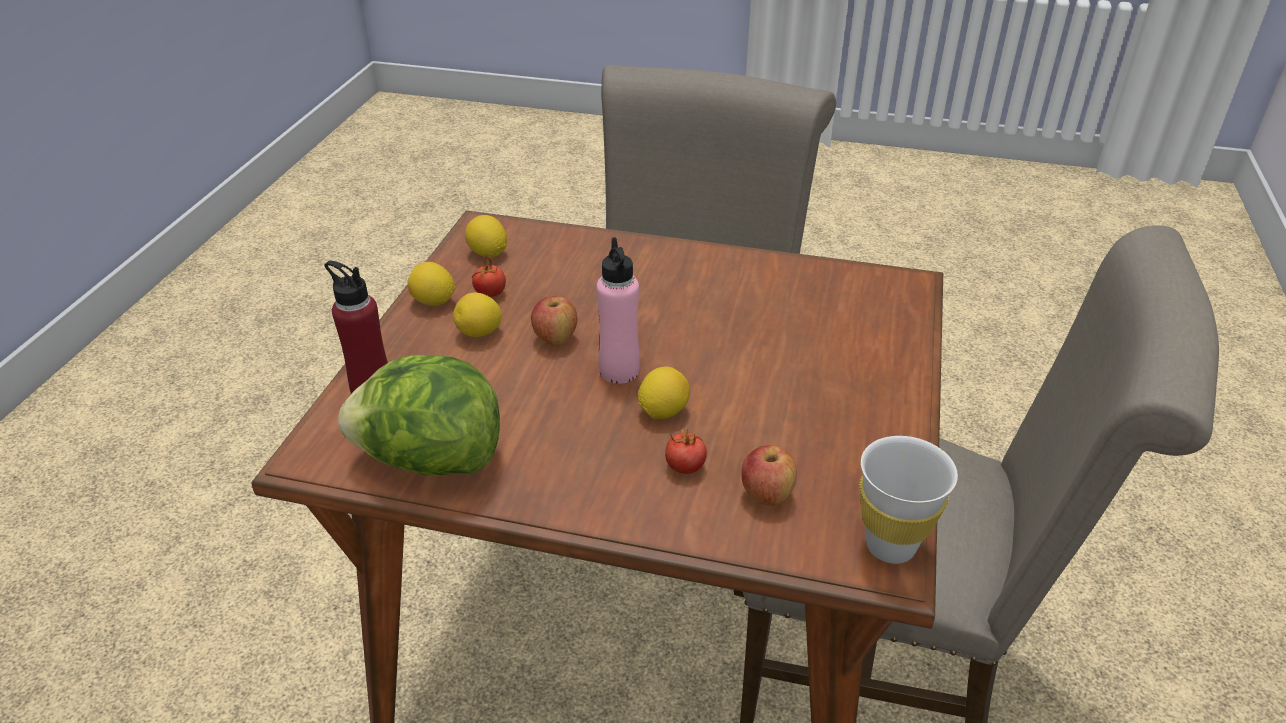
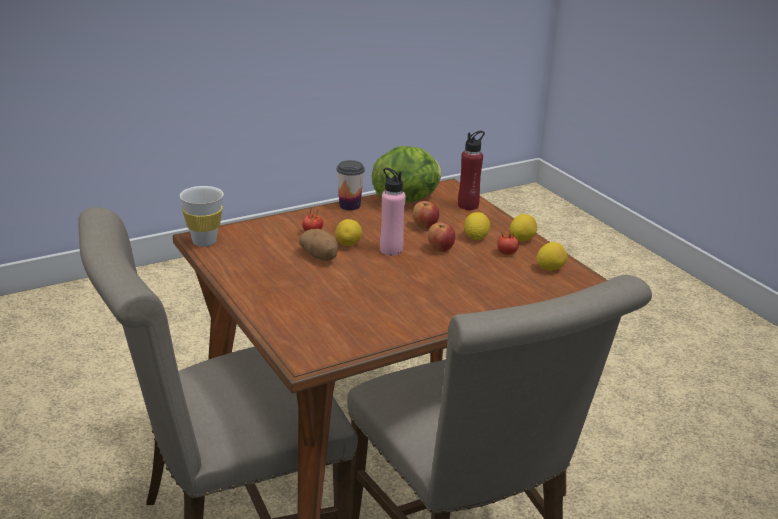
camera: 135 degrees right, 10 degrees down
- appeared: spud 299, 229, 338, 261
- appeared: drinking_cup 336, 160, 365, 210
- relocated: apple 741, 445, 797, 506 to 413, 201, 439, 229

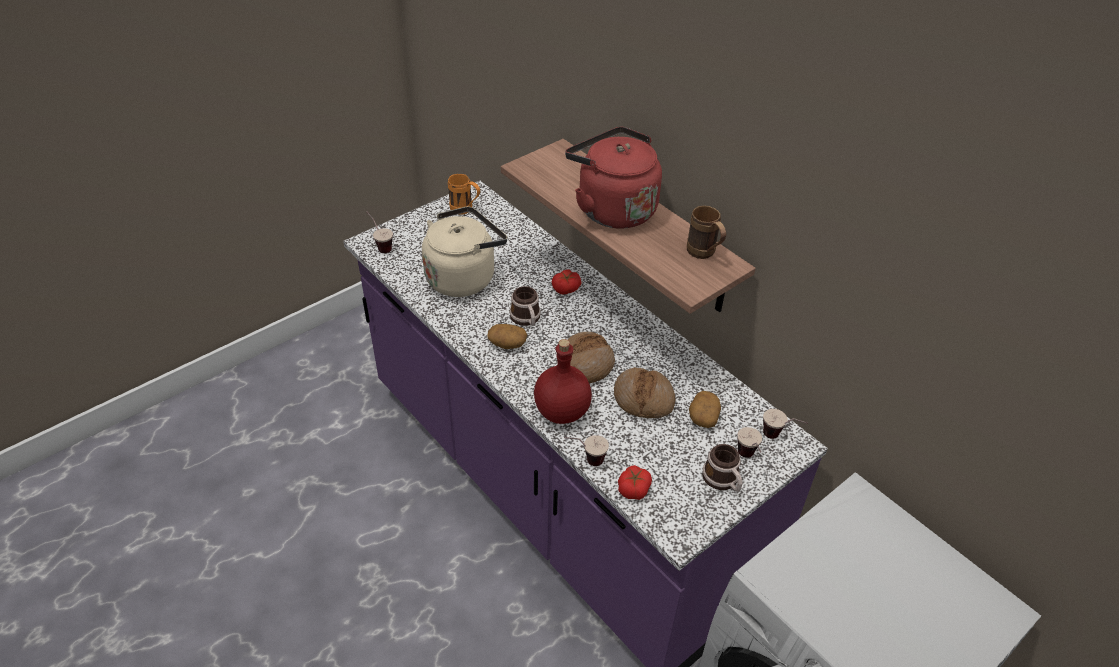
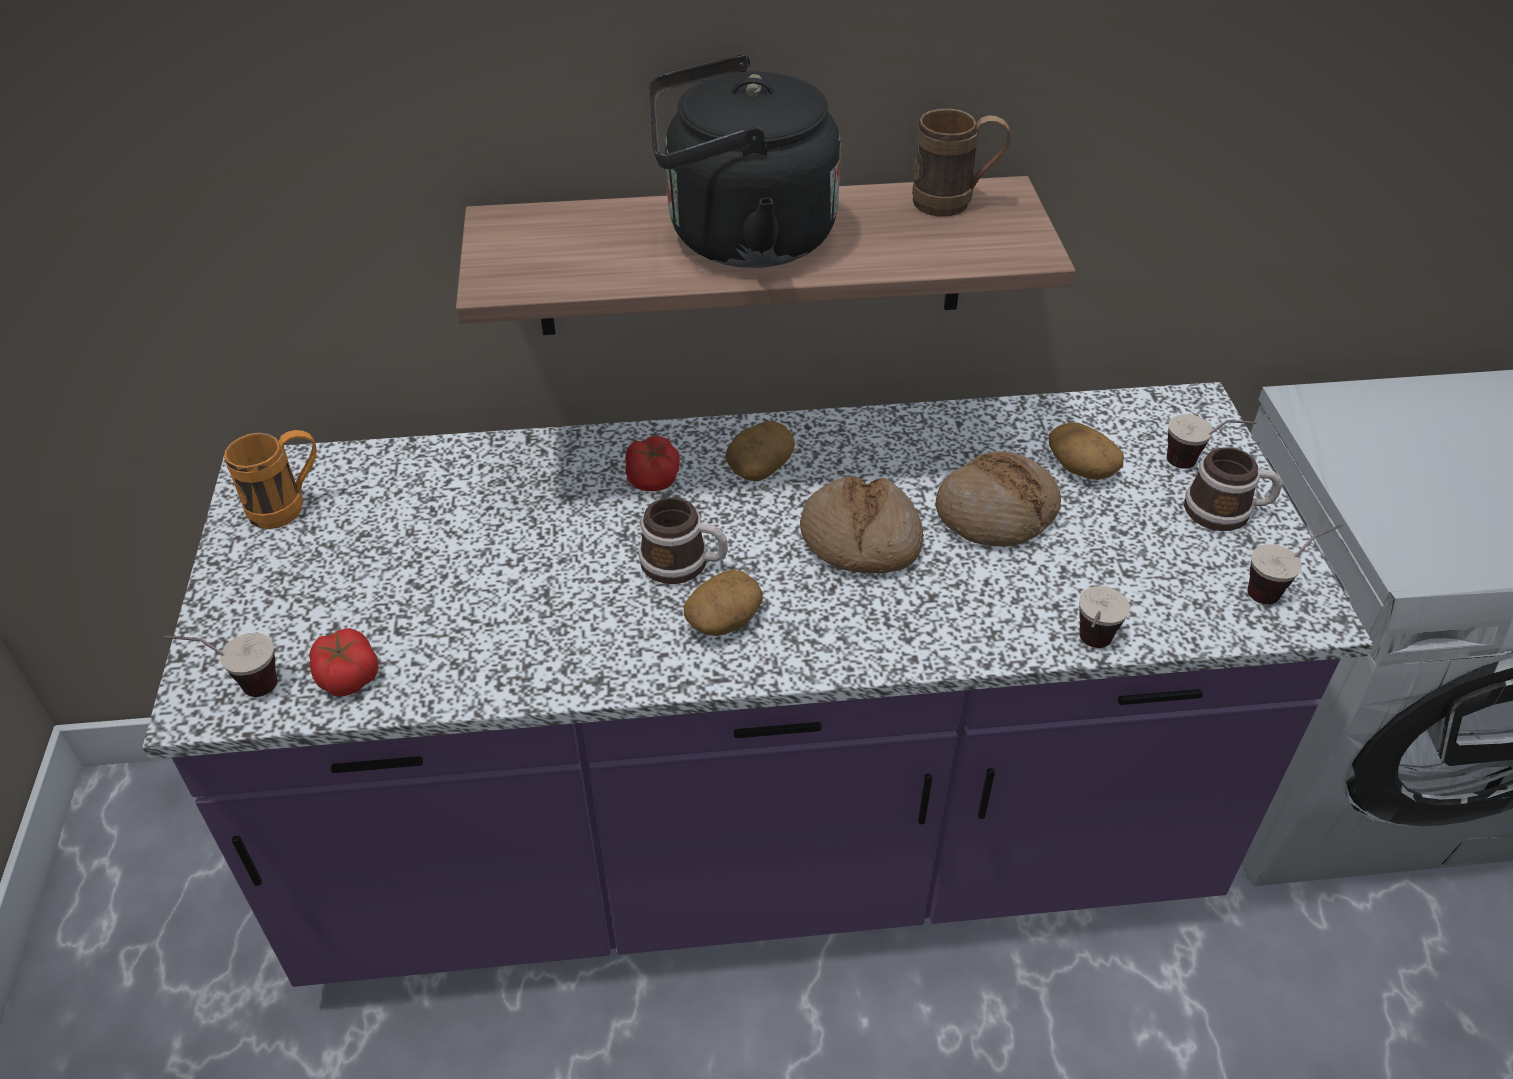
camera: 55 degrees left, 0 degrees up
- relocated: whole_tomato 618, 465, 652, 500 to 309, 628, 378, 696
- colour: reddish_water_kettle 565, 127, 662, 229 to black-coloured_water_kettle 649, 55, 841, 268
- appeared: spud 726, 421, 795, 482
- relocated: drinking_cup 763, 409, 808, 439 to 1247, 524, 1343, 604
- missing: sand-coloured_water_kettle 422, 206, 507, 297
- missing: reddish_bottle 534, 339, 592, 424

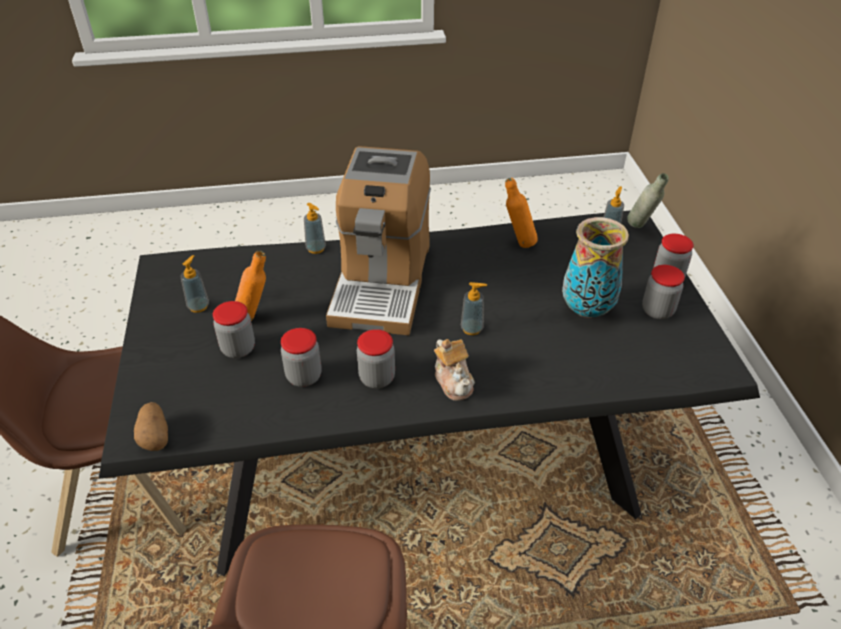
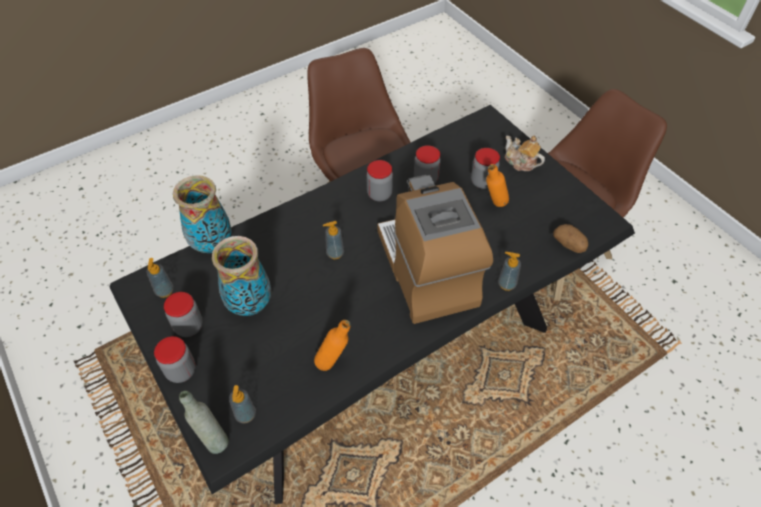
camera: 155 degrees right, 10 degrees up
- relocated: soap_dispenser 181, 255, 209, 313 to 146, 258, 174, 298
- appeared: vase 173, 175, 232, 253
- relocated: tea_pot 434, 339, 475, 401 to 505, 136, 545, 171
- relocated: spud 134, 402, 168, 451 to 553, 224, 588, 253

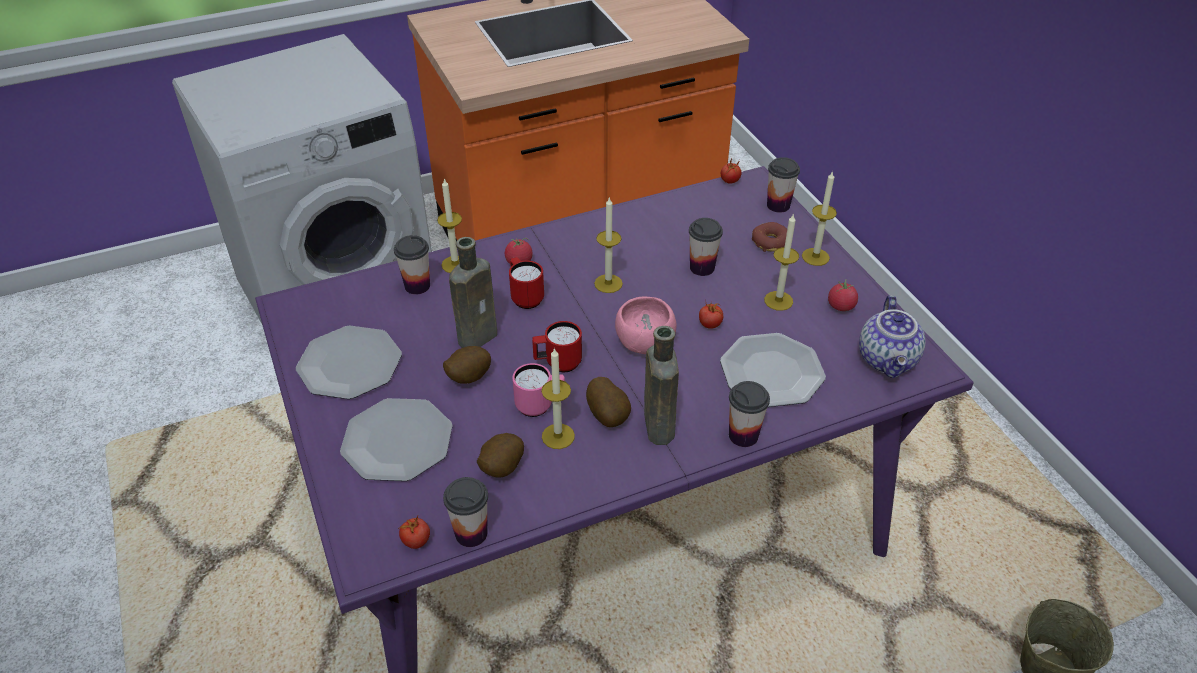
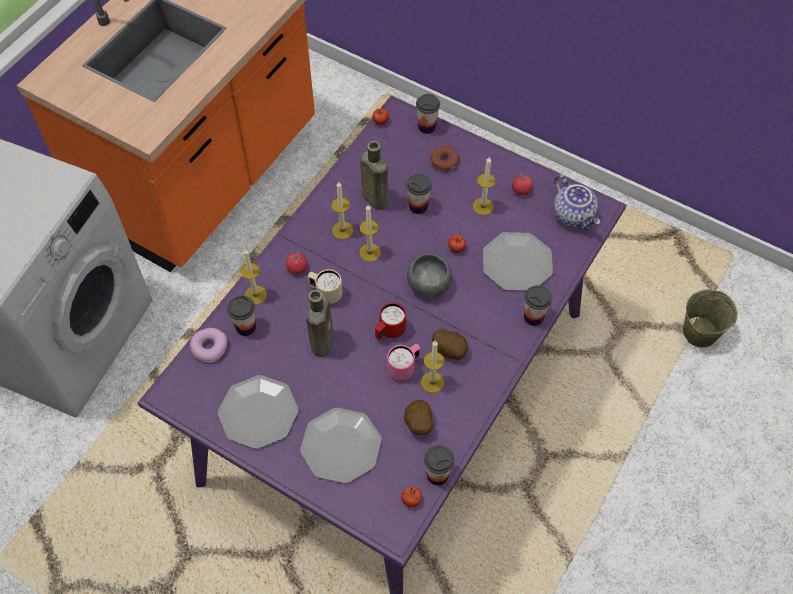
camera: 35 degrees left, 15 degrees up
- appeared: doughnut 190, 328, 227, 363
- colour: reddish_mug 509, 257, 544, 309 to sand-coloured_mug 308, 269, 343, 304
- relocated: candle 802, 171, 837, 266 to 331, 182, 353, 239
- relocated: brownish_bottle 644, 326, 679, 445 to 360, 141, 388, 210
- colour: pinkish_deep_dish 615, 297, 676, 354 to greyish_deep_dish 407, 254, 452, 298
- missing: spud 443, 346, 491, 384

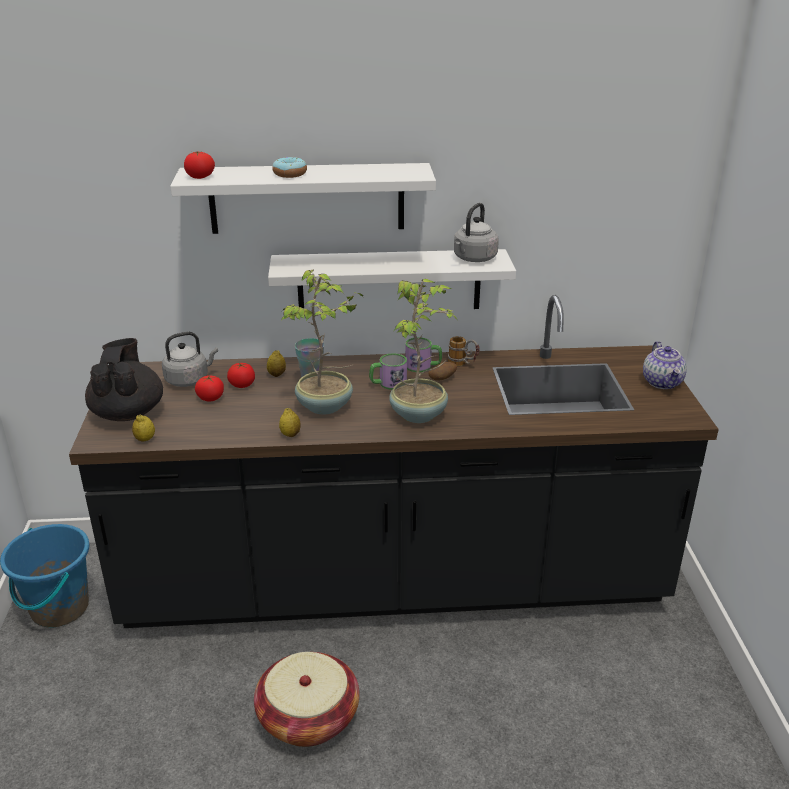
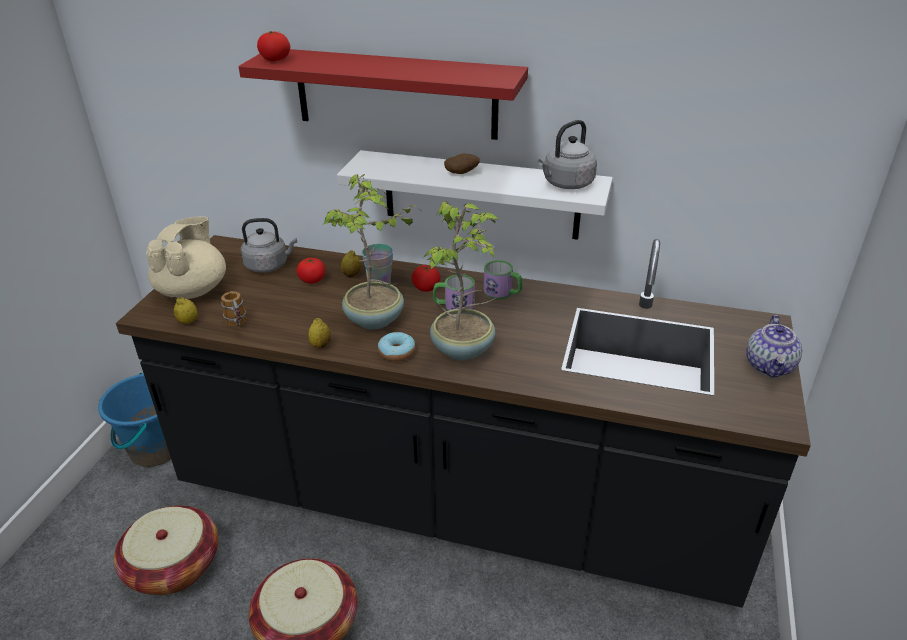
camera: 20 degrees right, 5 degrees up
- appeared: household_basket 114, 506, 218, 595
- colour: black-coloured_tea_pot 85, 338, 163, 421 to sand-coloured_tea_pot 146, 217, 226, 299
- relocated: mug 448, 336, 480, 366 to 221, 291, 247, 327
- colour: whitish_wall_shelf 170, 163, 436, 234 to reddish_wall_shelf 239, 49, 528, 140
- relocated: doughnut 272, 157, 307, 178 to 378, 332, 415, 361
- relocated: whole_tomato 195, 375, 224, 401 to 411, 265, 440, 292
- relocated: spud 429, 362, 457, 380 to 444, 153, 480, 174

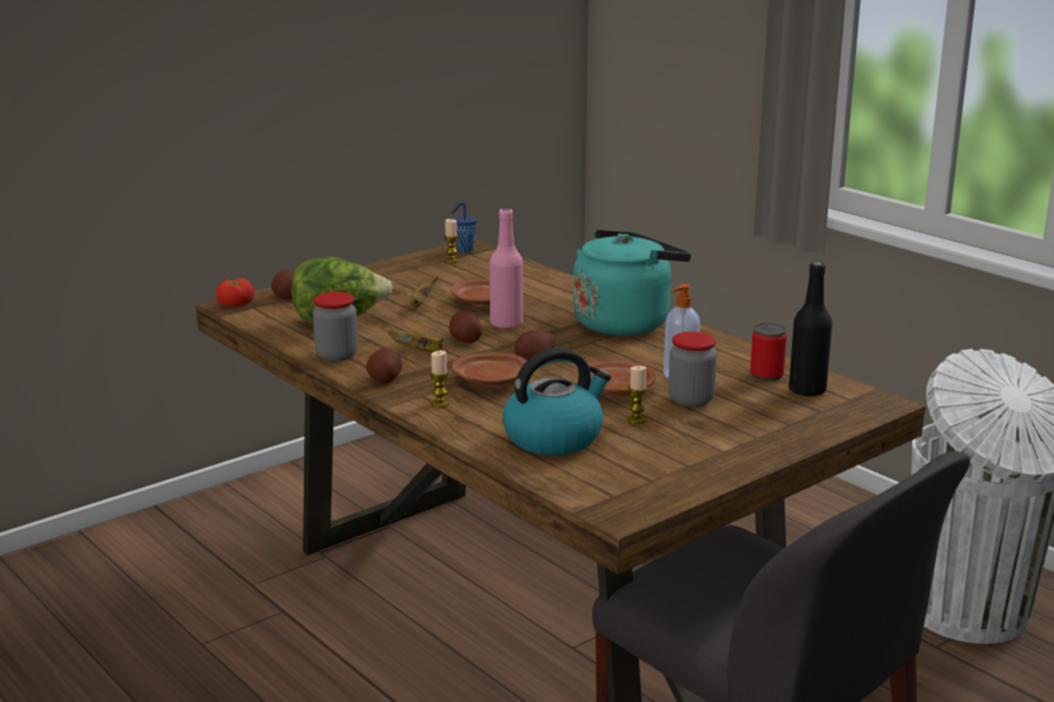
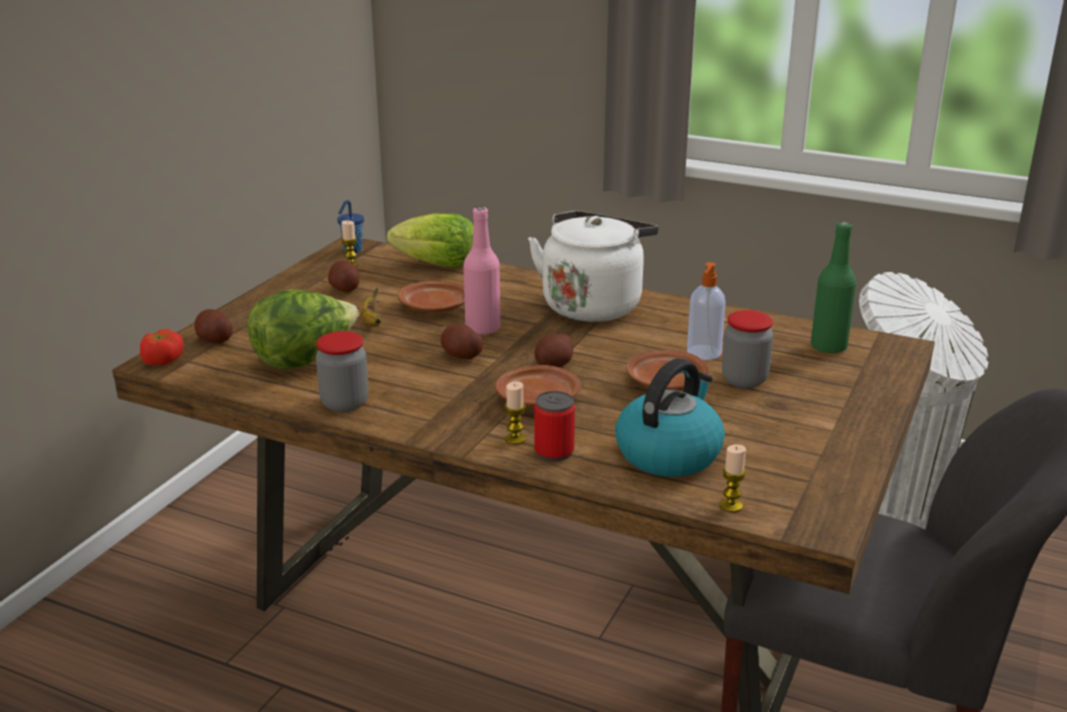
camera: 25 degrees left, 5 degrees up
- relocated: spud 366, 348, 402, 383 to 328, 260, 359, 292
- appeared: lettuce 387, 213, 474, 268
- colour: turquoise_water_kettle 573, 230, 691, 336 to whitish_water_kettle 528, 211, 658, 322
- relocated: metal_can 750, 323, 787, 381 to 534, 391, 575, 461
- relocated: candle 627, 366, 648, 424 to 720, 444, 746, 513
- colour: black-coloured_bottle 789, 262, 832, 397 to green_bottle 811, 222, 856, 353
- missing: banana_fruit 388, 330, 443, 352

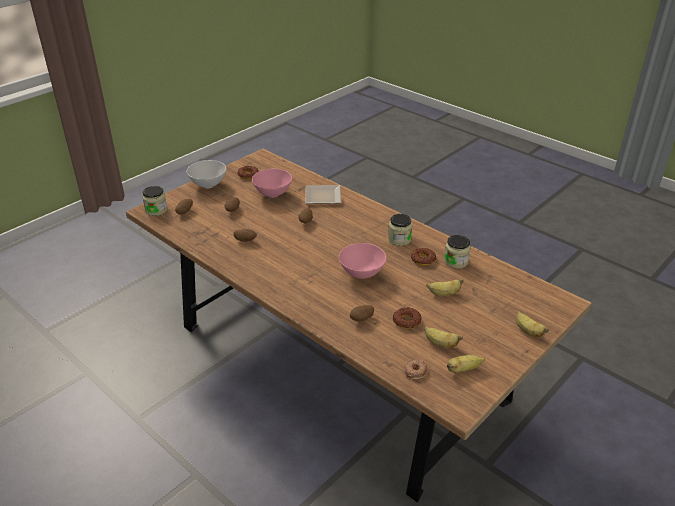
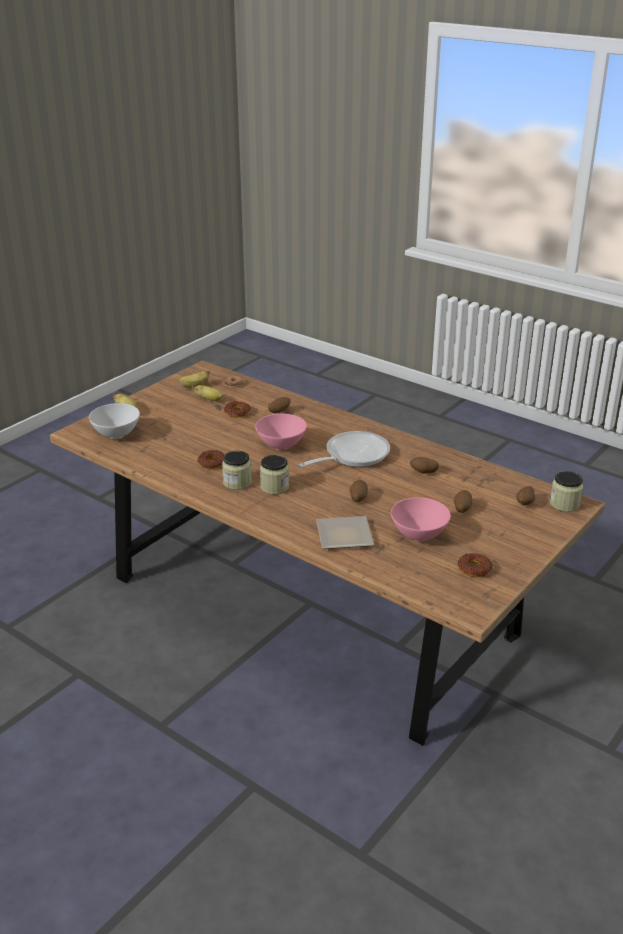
camera: 175 degrees right, 5 degrees down
- relocated: whitish_deep_dish 186, 160, 226, 188 to 89, 403, 140, 439
- relocated: jar 444, 235, 471, 269 to 260, 455, 289, 495
- appeared: skillet 298, 431, 390, 468
- missing: banana_fruit 426, 279, 464, 296

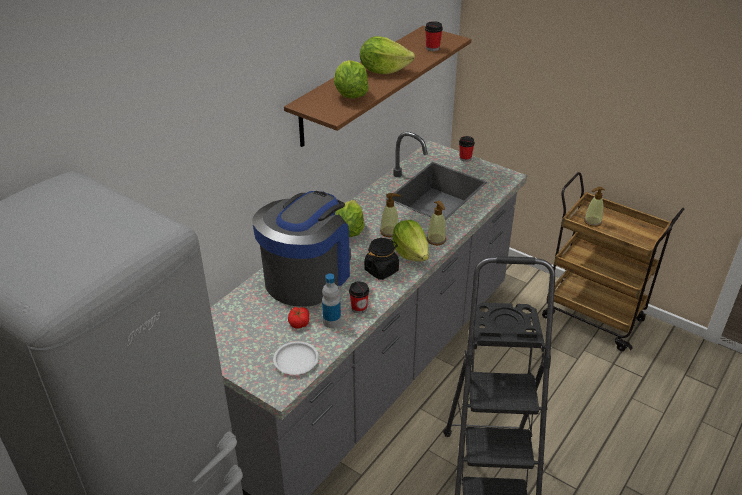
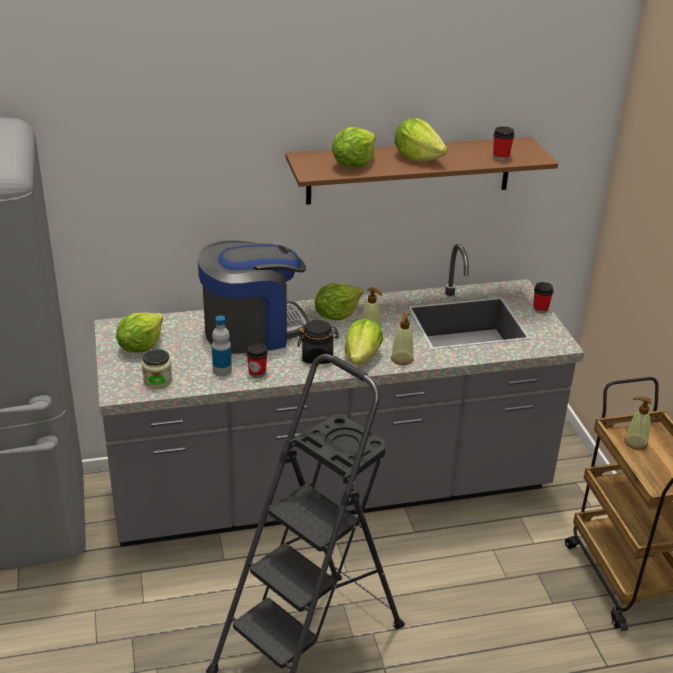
camera: 40 degrees right, 5 degrees down
- appeared: lettuce 116, 312, 163, 352
- exchanged: whitish_dinner_plate 273, 341, 319, 375 to jar 142, 349, 172, 389
- missing: whole_tomato 288, 307, 309, 329

